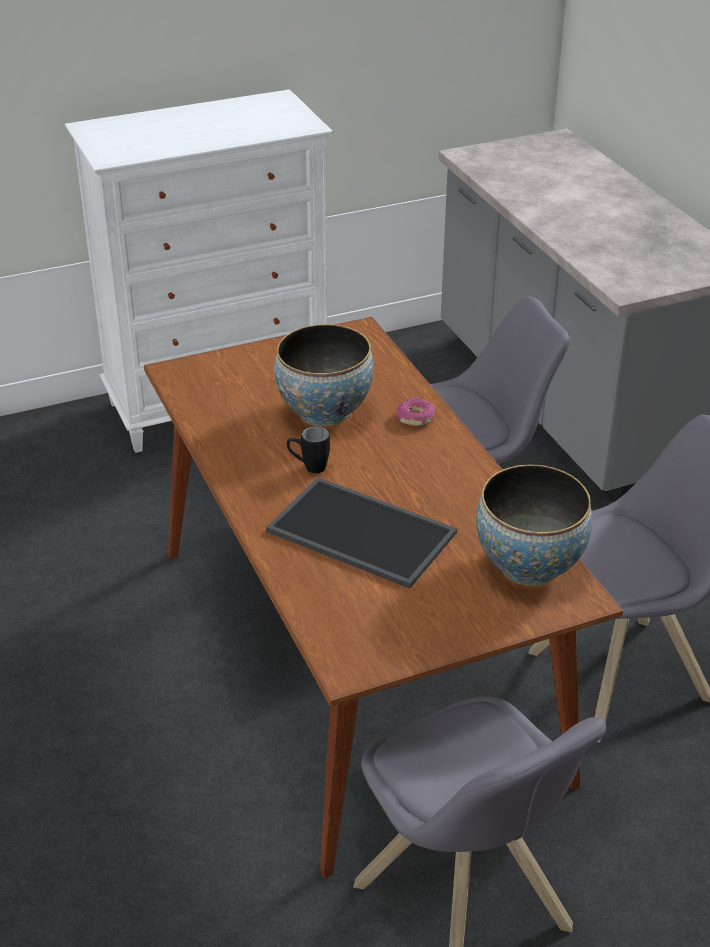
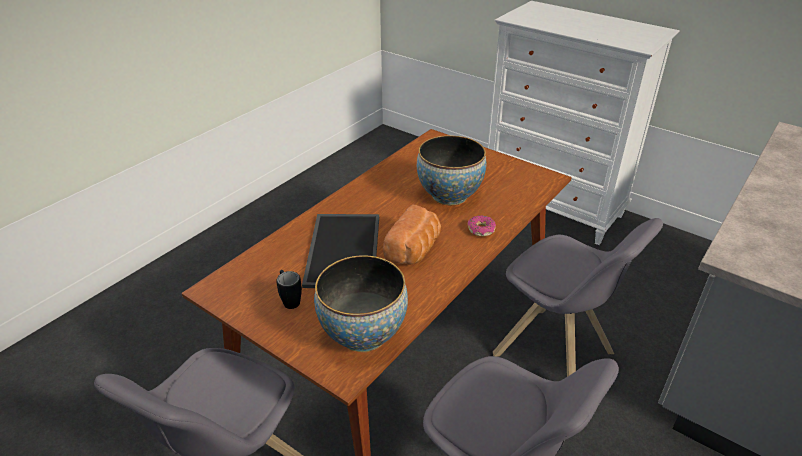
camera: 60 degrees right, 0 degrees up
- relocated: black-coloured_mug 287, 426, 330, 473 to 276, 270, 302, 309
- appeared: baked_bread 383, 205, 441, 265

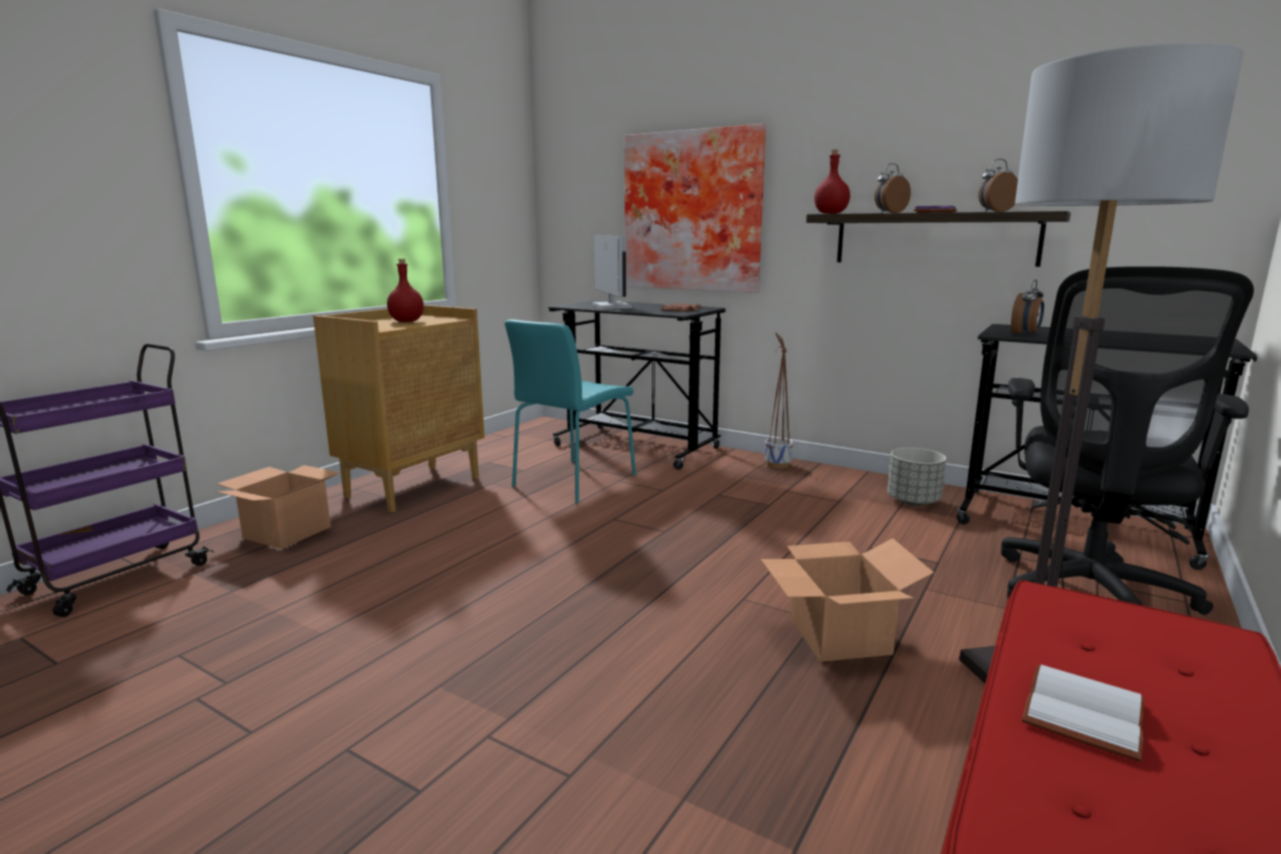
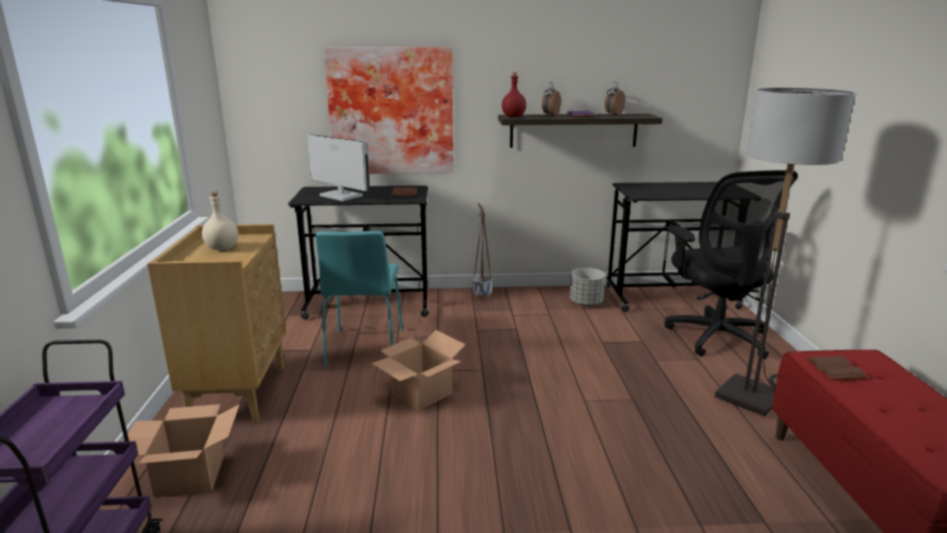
camera: 35 degrees left, 5 degrees up
- colour: reddish_bottle 387, 259, 424, 322 to sand-coloured_bottle 202, 192, 238, 250
- relocated: carton 761, 538, 934, 662 to 371, 330, 466, 411
- appeared: brownish_book 806, 356, 867, 380
- missing: bedside_clock 1011, 279, 1044, 336
- missing: whitish_book 1022, 665, 1144, 762

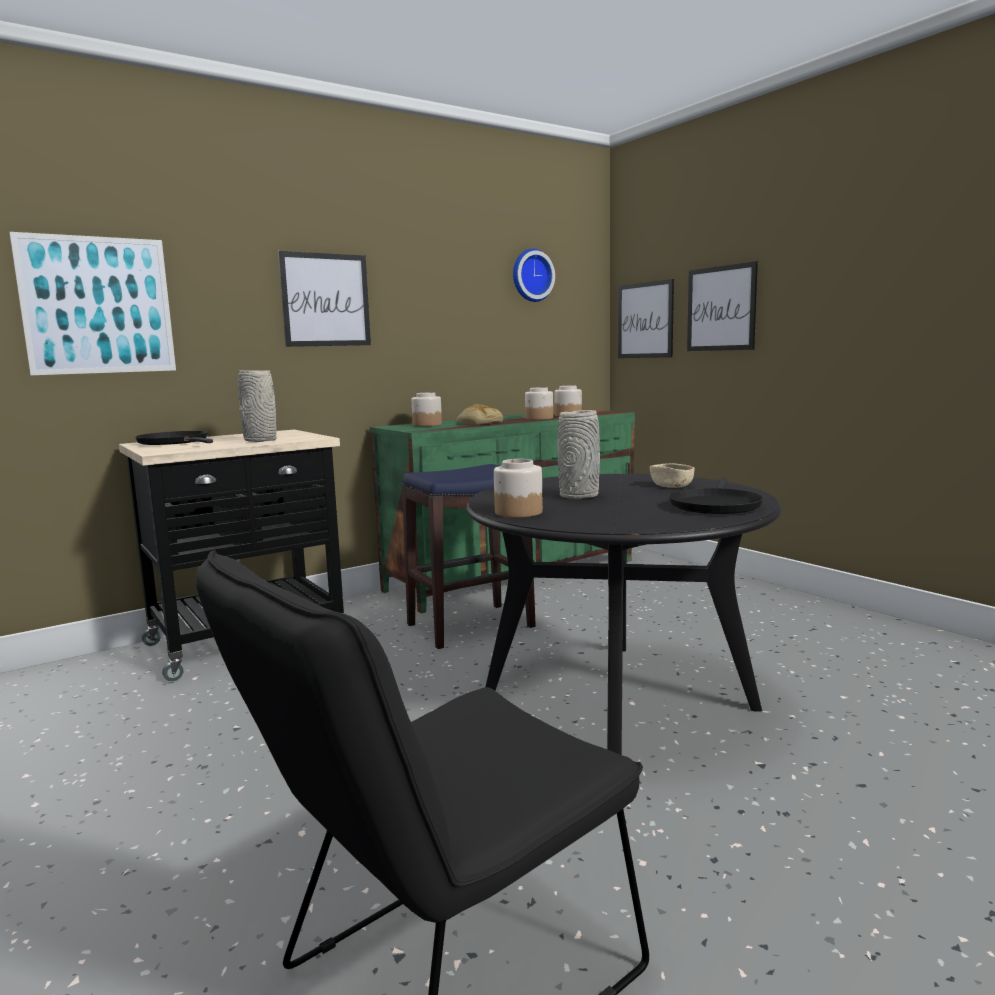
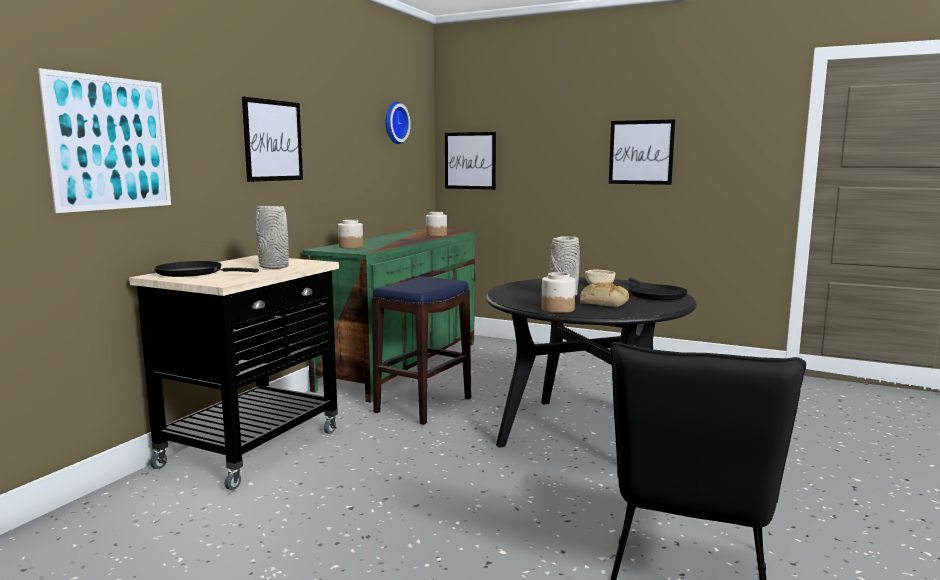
camera: 30 degrees left, 0 degrees up
- relocated: baked_bread 456, 404, 503, 425 to 580, 282, 629, 307
- relocated: wall_art 687, 261, 758, 351 to 609, 119, 675, 185
- missing: jar 525, 387, 553, 420

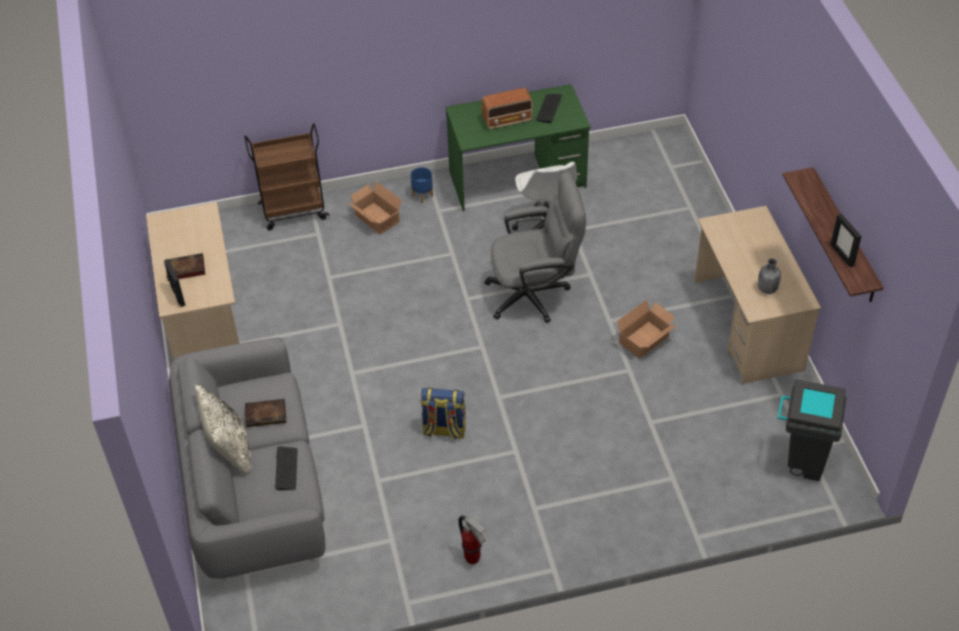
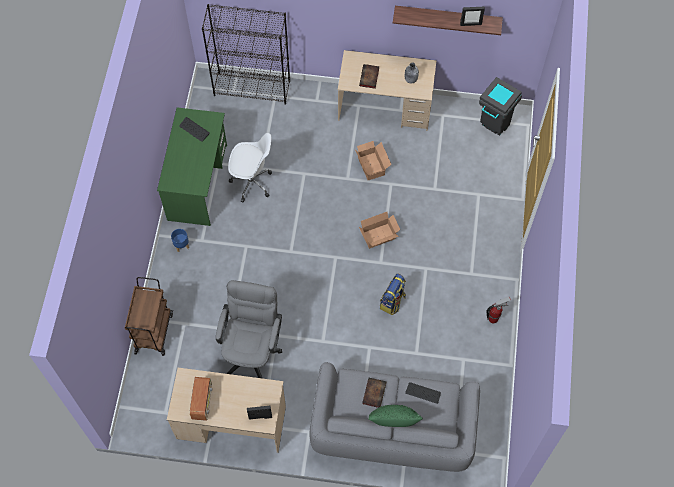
camera: 70 degrees left, 15 degrees up
- relocated: radio_set 482, 88, 533, 129 to 190, 377, 212, 421
- appeared: black-coloured_bookcase 202, 4, 290, 105
- relocated: greyish_office_chair 484, 172, 586, 323 to 216, 280, 282, 379
- relocated: book 166, 253, 206, 281 to 359, 64, 379, 89
- relocated: carton 346, 181, 402, 235 to 359, 212, 400, 249
- colour: sand-coloured_throw_pillow 194, 384, 251, 475 to green_throw_pillow 369, 405, 423, 427

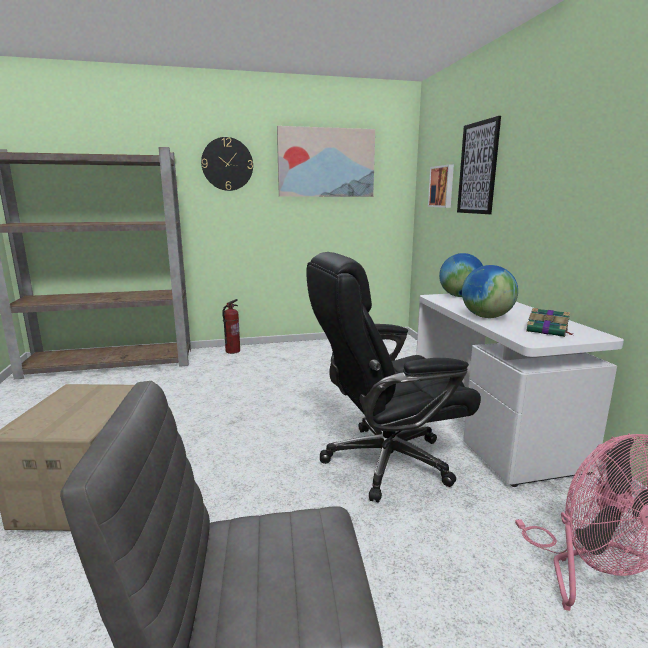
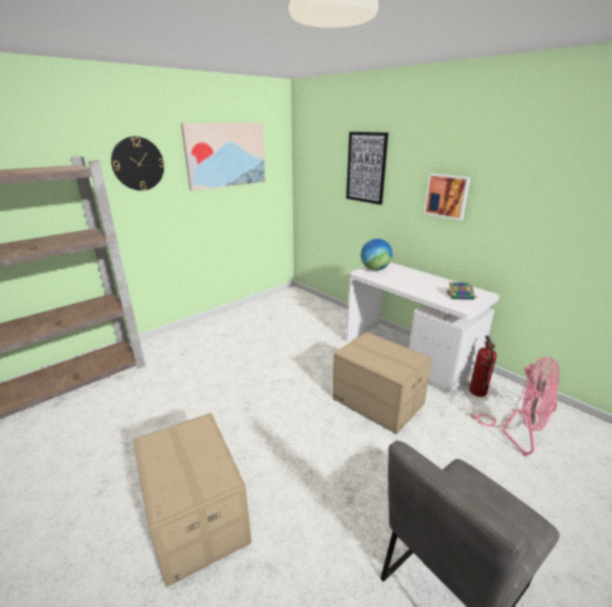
camera: 30 degrees left, 10 degrees up
- exchanged: black-coloured_office_chair 306, 252, 481, 503 to carton 333, 332, 432, 434
- relocated: wall_art 428, 164, 454, 208 to 424, 173, 471, 220
- relocated: fire-fighting_cylinder 222, 299, 240, 354 to 469, 336, 497, 397
- missing: desk_globe 462, 265, 518, 318

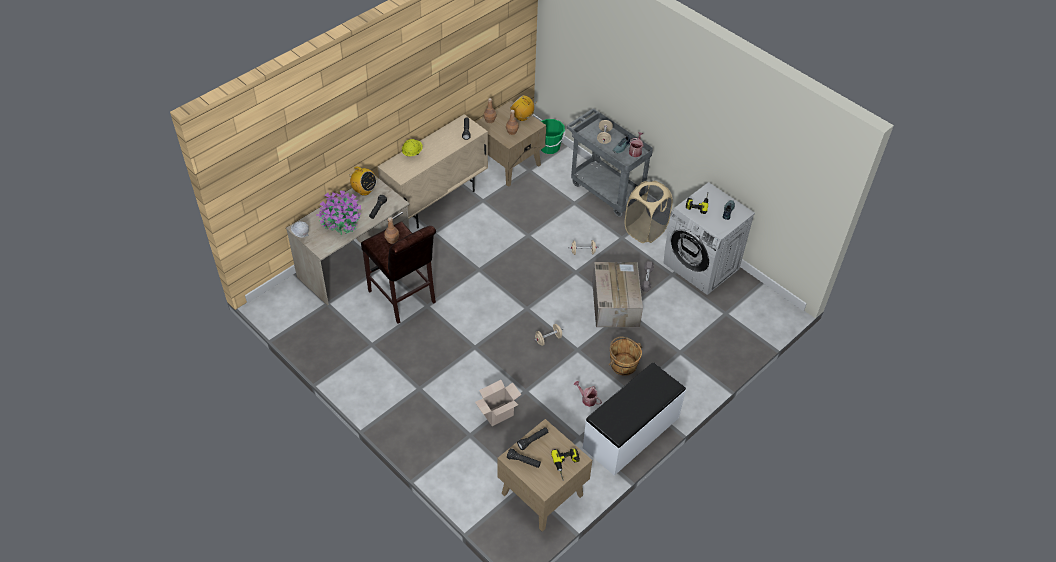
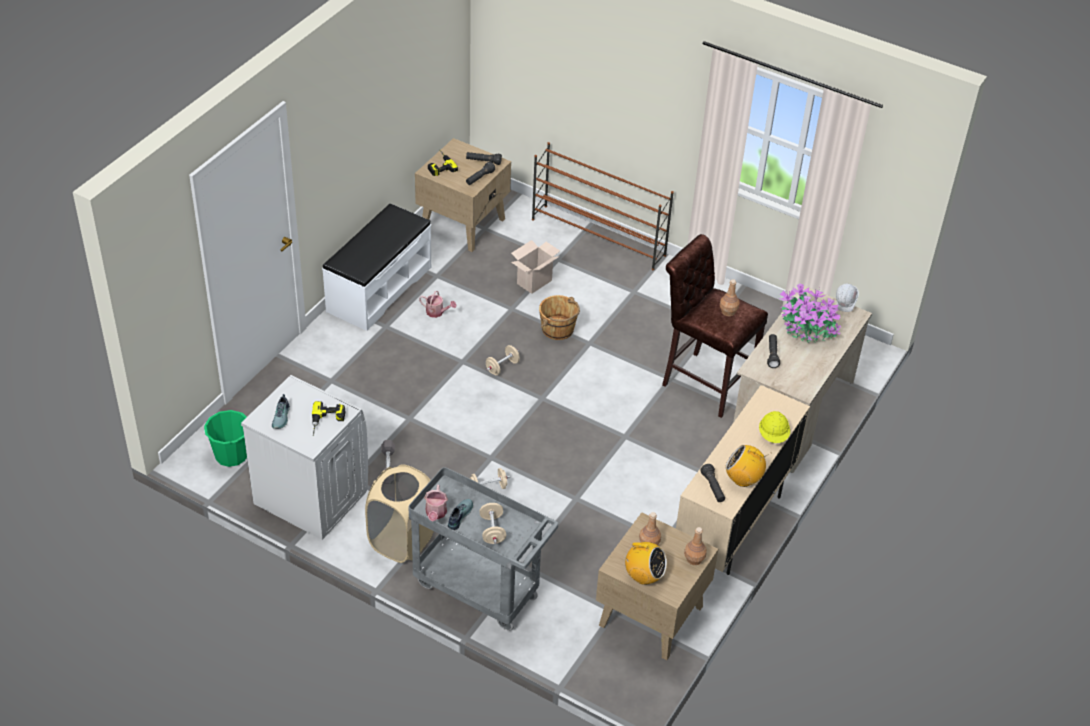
camera: 165 degrees right, 5 degrees down
- relocated: green_water_bucket 541, 119, 565, 154 to 204, 410, 247, 467
- appeared: brownish_shoe_stand 532, 142, 674, 270
- relocated: brownish_water_bucket 609, 337, 642, 376 to 539, 295, 580, 340
- relocated: radio_set 349, 167, 377, 196 to 725, 445, 769, 487
- missing: carton 592, 262, 643, 327

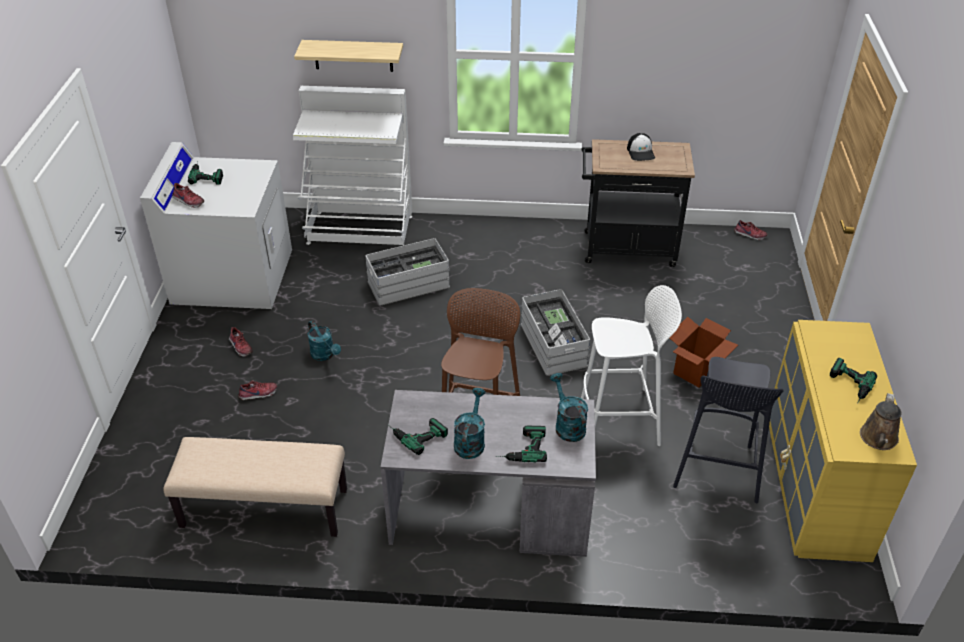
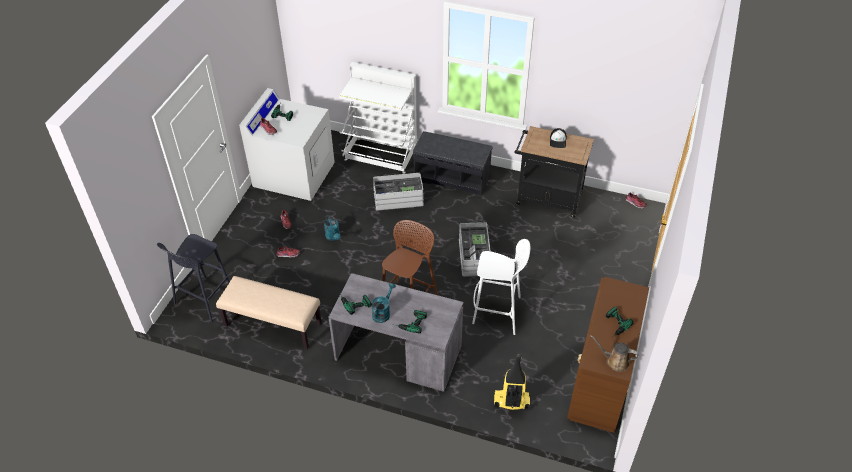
camera: 15 degrees right, 5 degrees up
- relocated: greyish_stool_seat 673, 357, 784, 503 to 157, 234, 230, 322
- appeared: greyish_bench 413, 131, 492, 196
- appeared: hoover 494, 354, 530, 410
- colour: yellow_cabinet 769, 320, 917, 562 to brownish_cabinet 567, 277, 649, 433
- spun: brownish_sprinkling_can 860, 393, 901, 450 = 590, 335, 639, 372 75 degrees clockwise
- missing: wall_shelf 294, 40, 403, 72
- missing: turquoise_sprinkling_can 550, 373, 588, 442
- missing: carton 670, 317, 738, 387

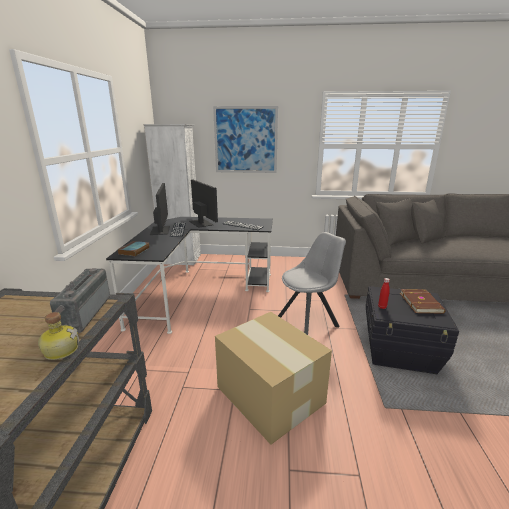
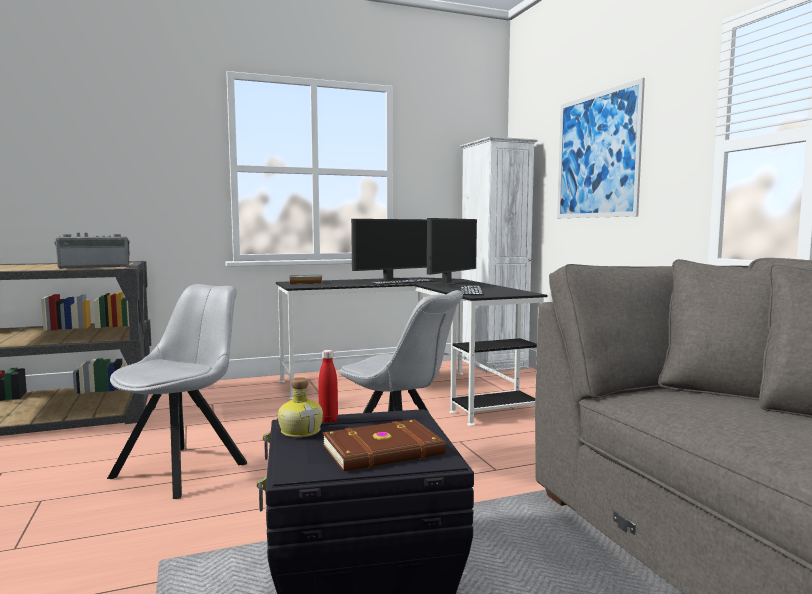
camera: 65 degrees right, 15 degrees down
- exchanged: carton 215, 312, 332, 445 to greyish_chair 107, 284, 247, 499
- relocated: bottle 38, 312, 79, 360 to 278, 377, 323, 437

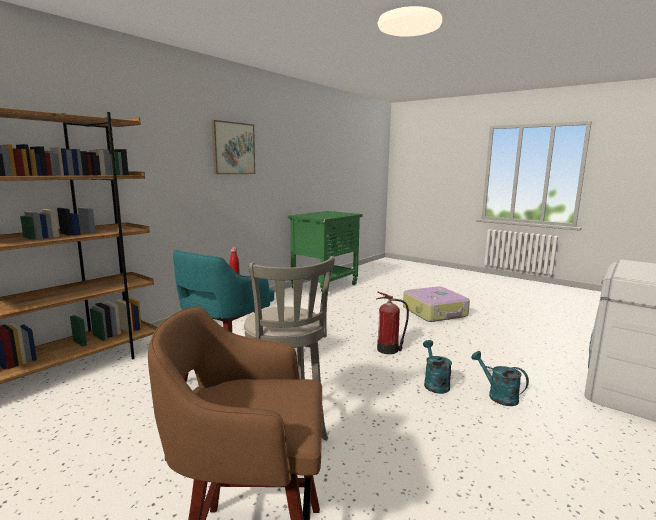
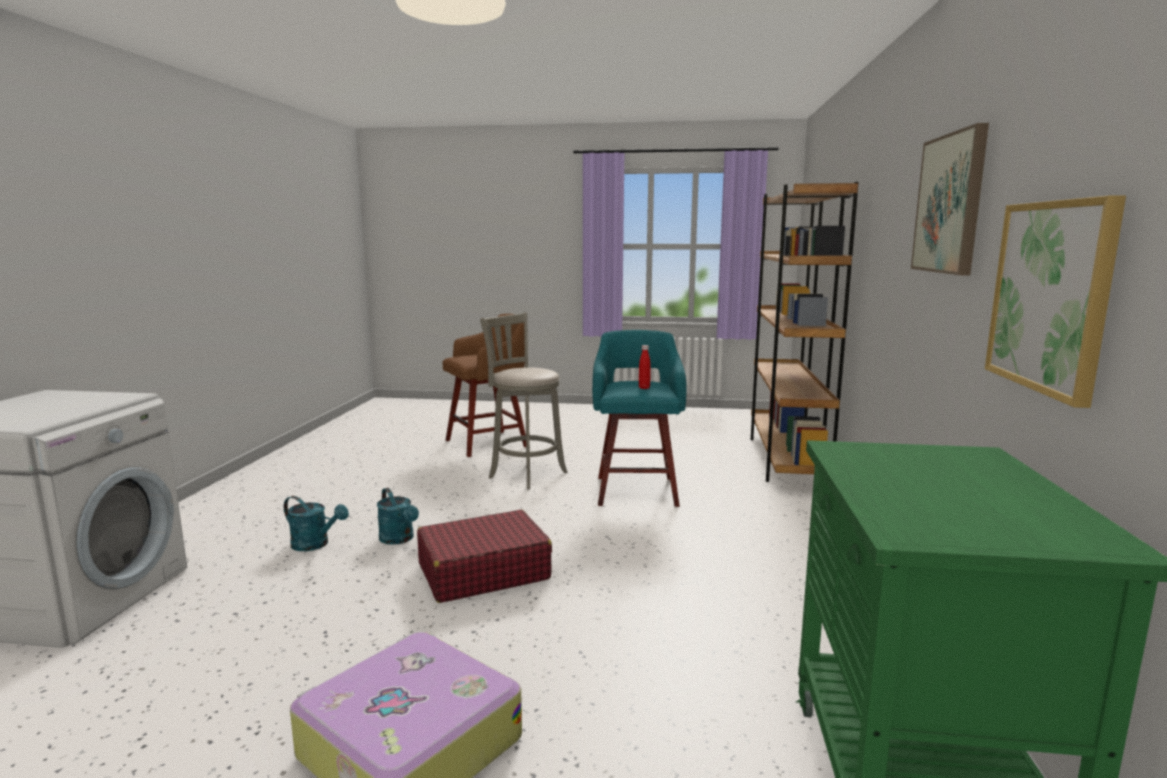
camera: 150 degrees right, 0 degrees up
- exchanged: fire-fighting_cylinder 376, 291, 409, 354 to reddish_suitcase 417, 509, 552, 603
- appeared: wall_art 985, 195, 1126, 408

